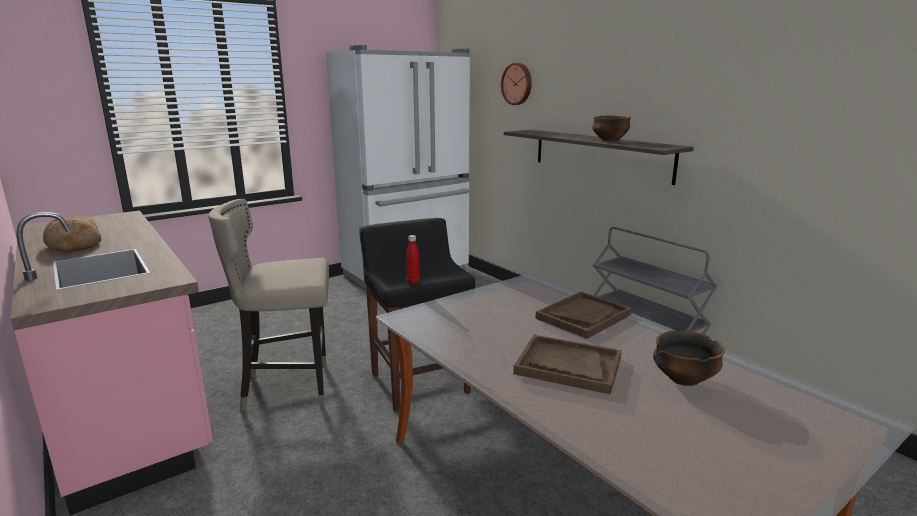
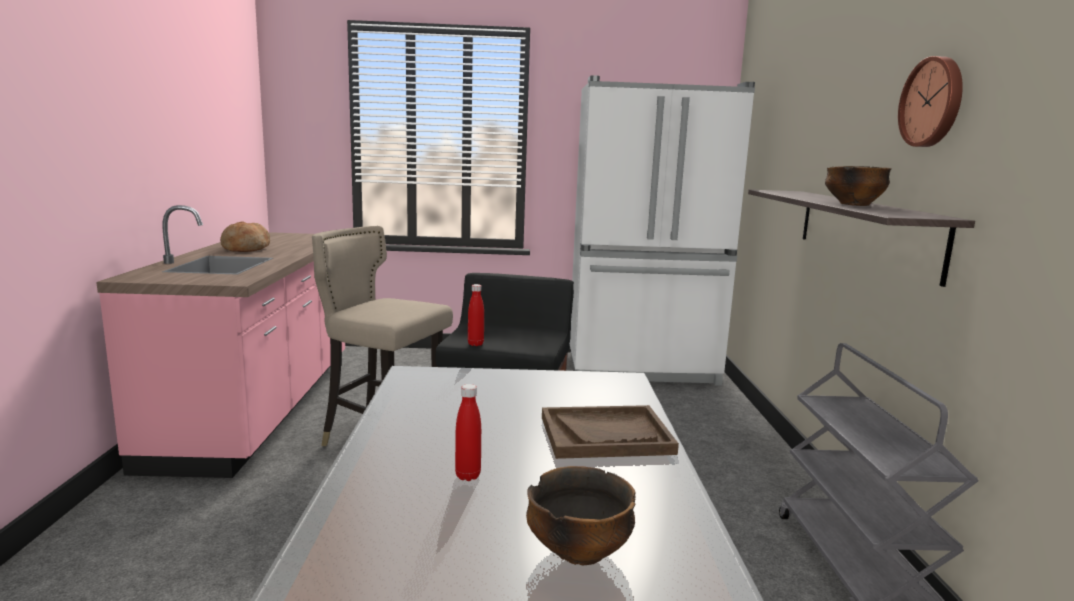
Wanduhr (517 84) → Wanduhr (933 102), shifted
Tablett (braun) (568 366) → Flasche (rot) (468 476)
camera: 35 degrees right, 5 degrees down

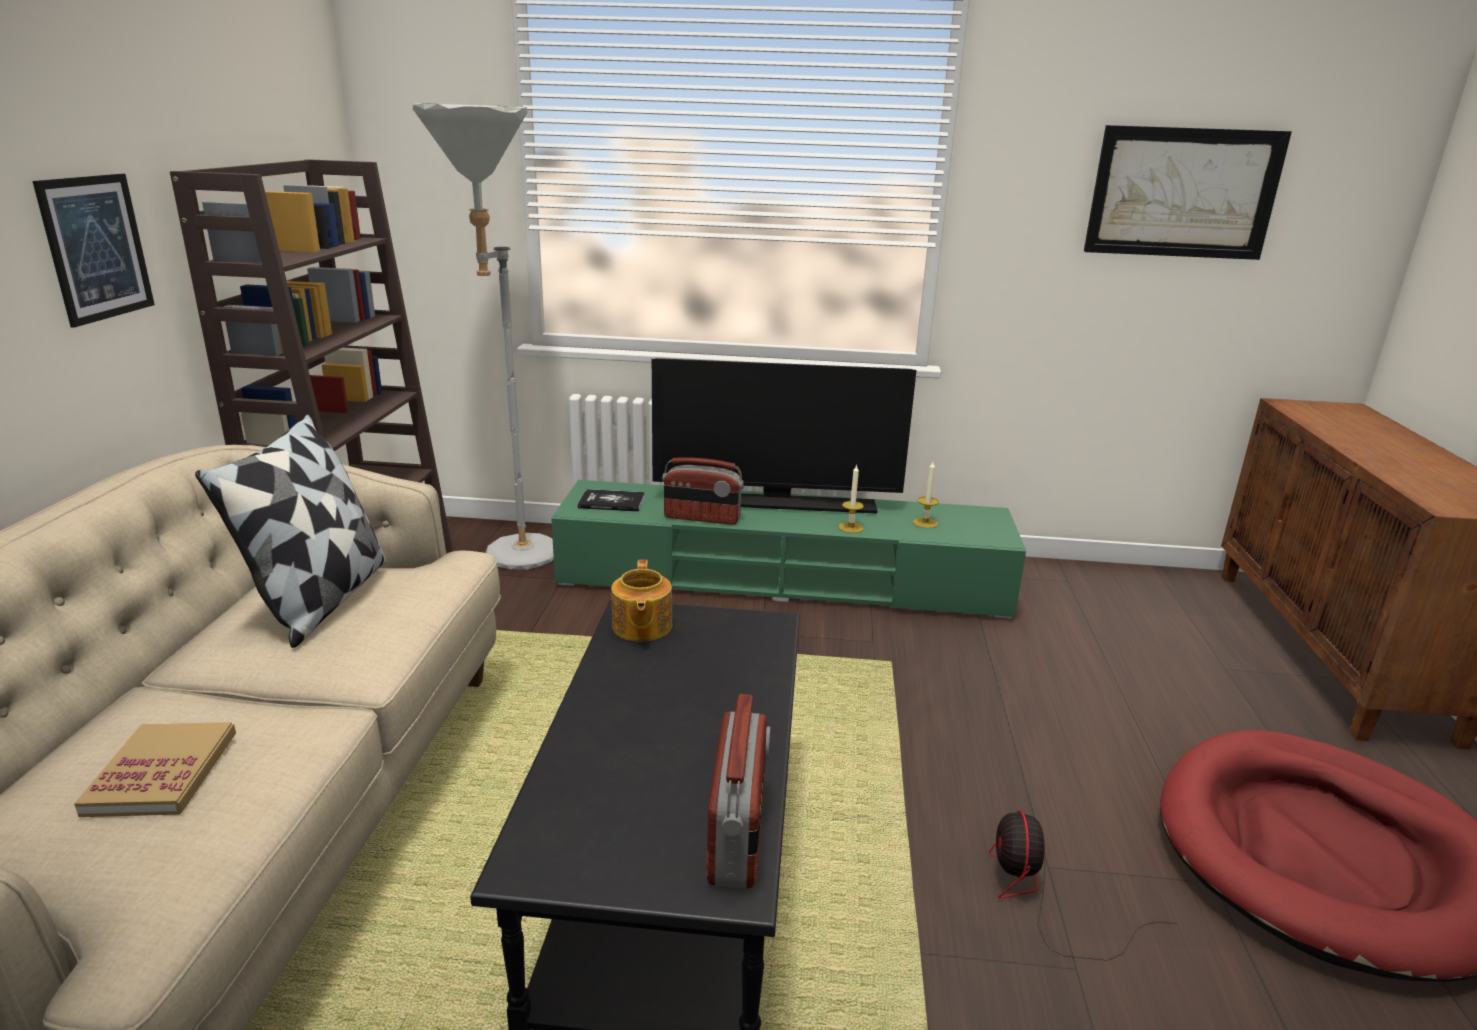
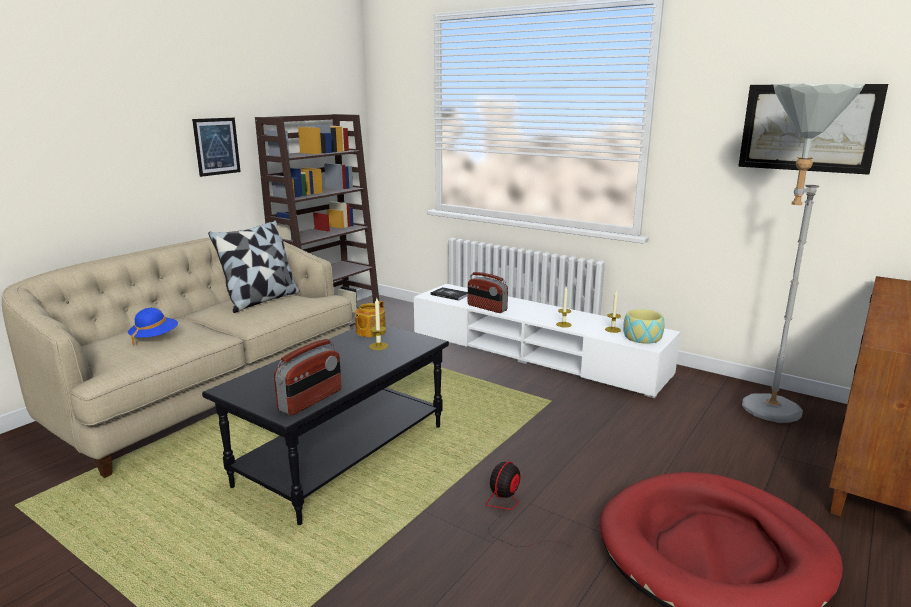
Buch (162 773) → Hut (blau) (155 338)
Stehlampe (grau) (511 560) → Stehlampe (grau) (763 412), shifted
Fernsehschrank (grün) (784 580) → Fernsehschrank (weiß) (535 354)
Fernseher (777 503) → -
- → Kerze (378 346)
- → Schüssel (642 337)
camera: 30 degrees right, 5 degrees down

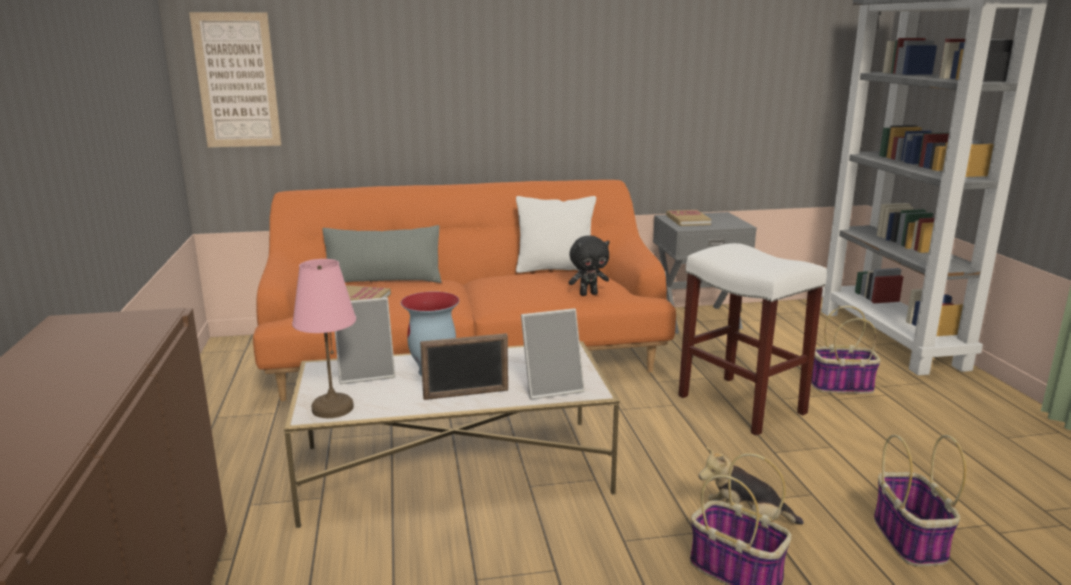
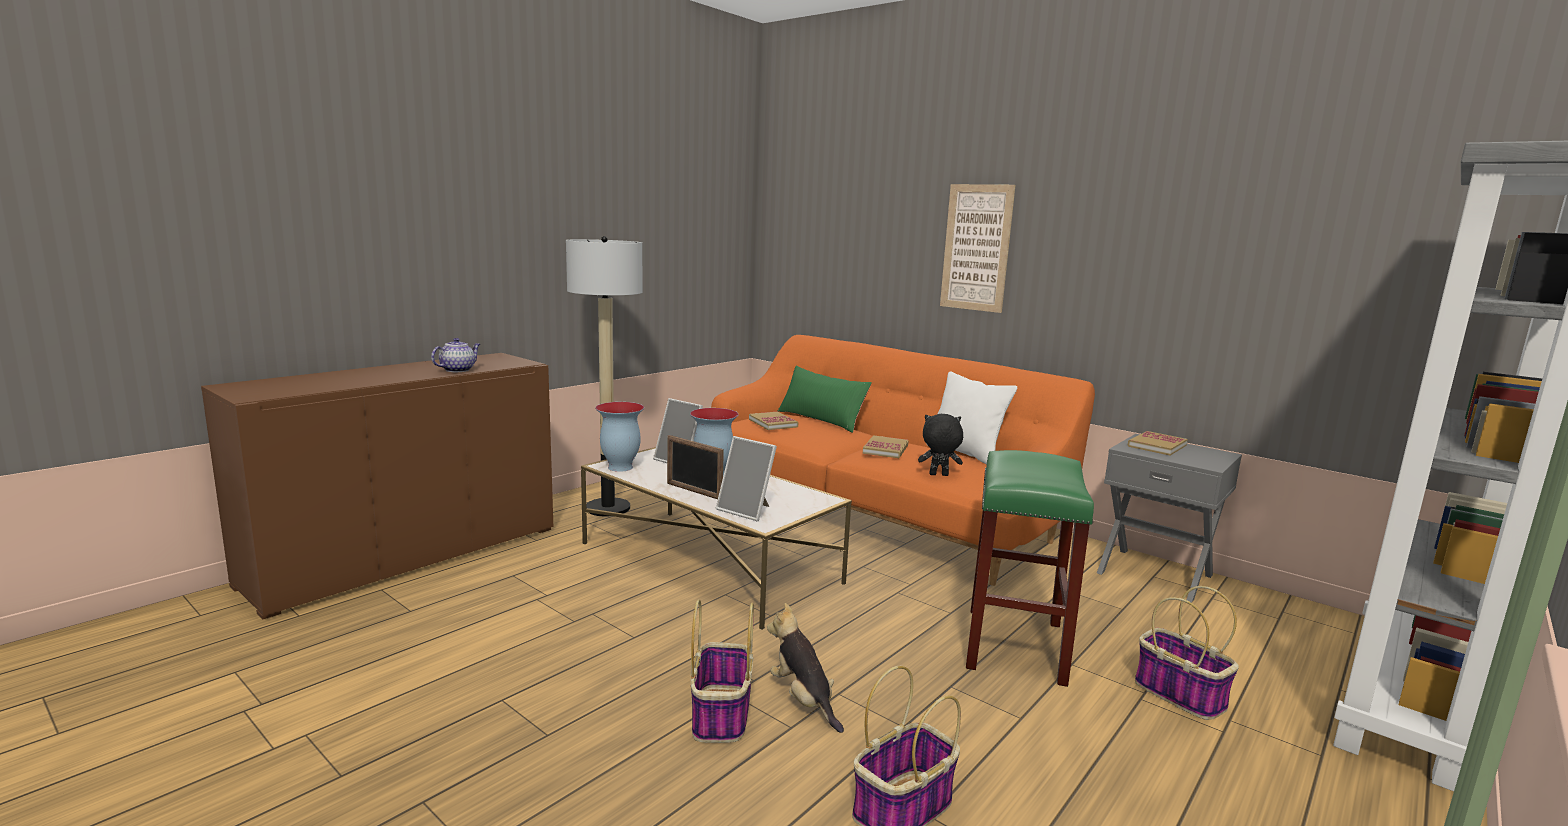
Bild (237 81) → Bild (976 248), shifted
Tischlampe (rosa) (332 409) → Vase (619 467)
Kissen (grau) (383 280) → Kissen (grün) (821 419)
Plüschtier (schwarz) (588 294) → Plüschtier (schwarz) (938 475), 150 degrees clockwise
Hocker (weiß) (743 405) → Hocker (grün) (1016 646)
- → Teekanne (458 370)
- → Stehlampe (607 508)
- → Buch (885 449)
camera: 50 degrees right, 5 degrees down

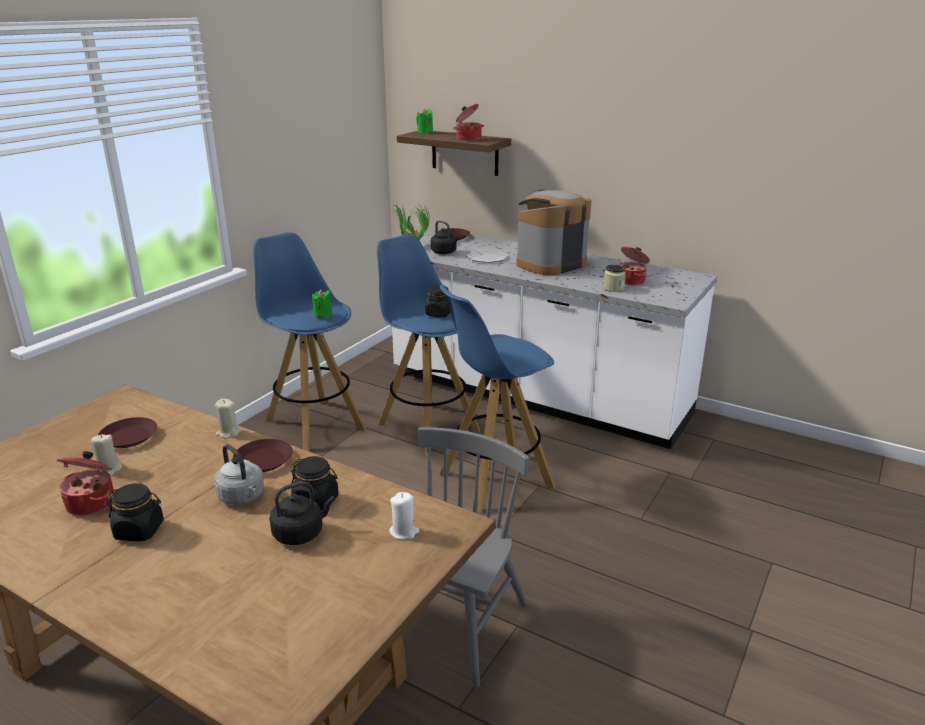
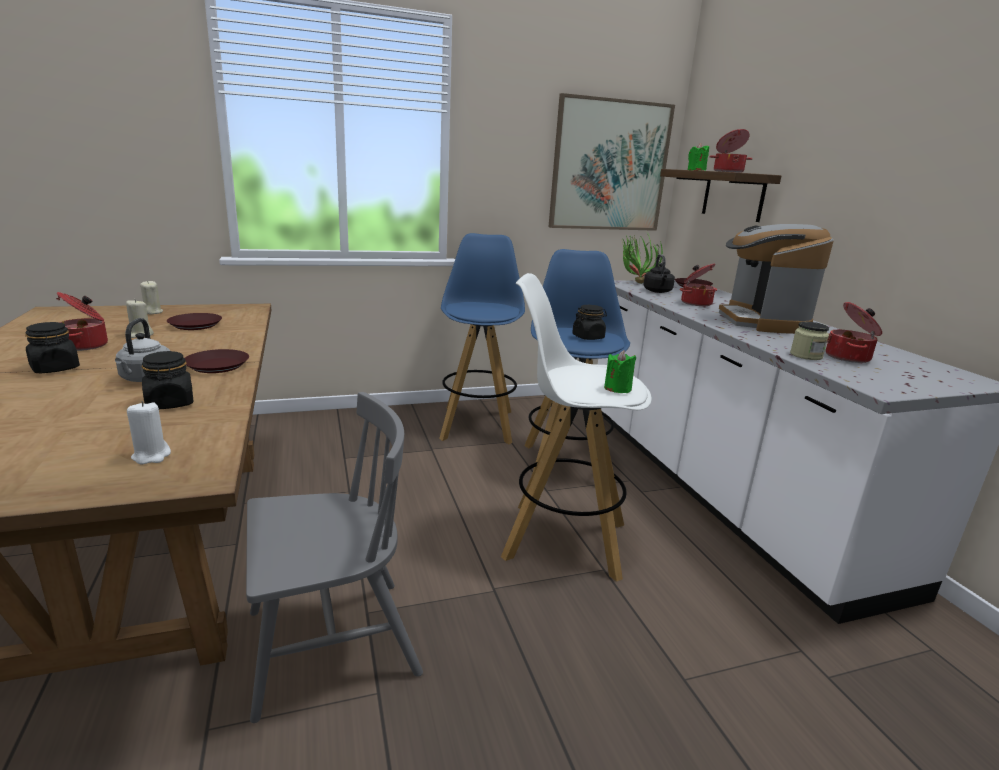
Kerze (beige) (228 433) → Kerze (beige) (152 312), shifted
Wasserkessel (schwarz) (301 533) → -
Kerze (grün) (323 315) → Kerze (grün) (617 389), shifted
Hocker (blau) (494 480) → Hocker (weiß) (563 540)
Teller (487 257) → Kochtopf (695 303)
Kaffeemaschine (550 264) → Kaffeemaschine (761 321), 90 degrees counterclockwise
- → Bild (609 166)
camera: 40 degrees right, 5 degrees down

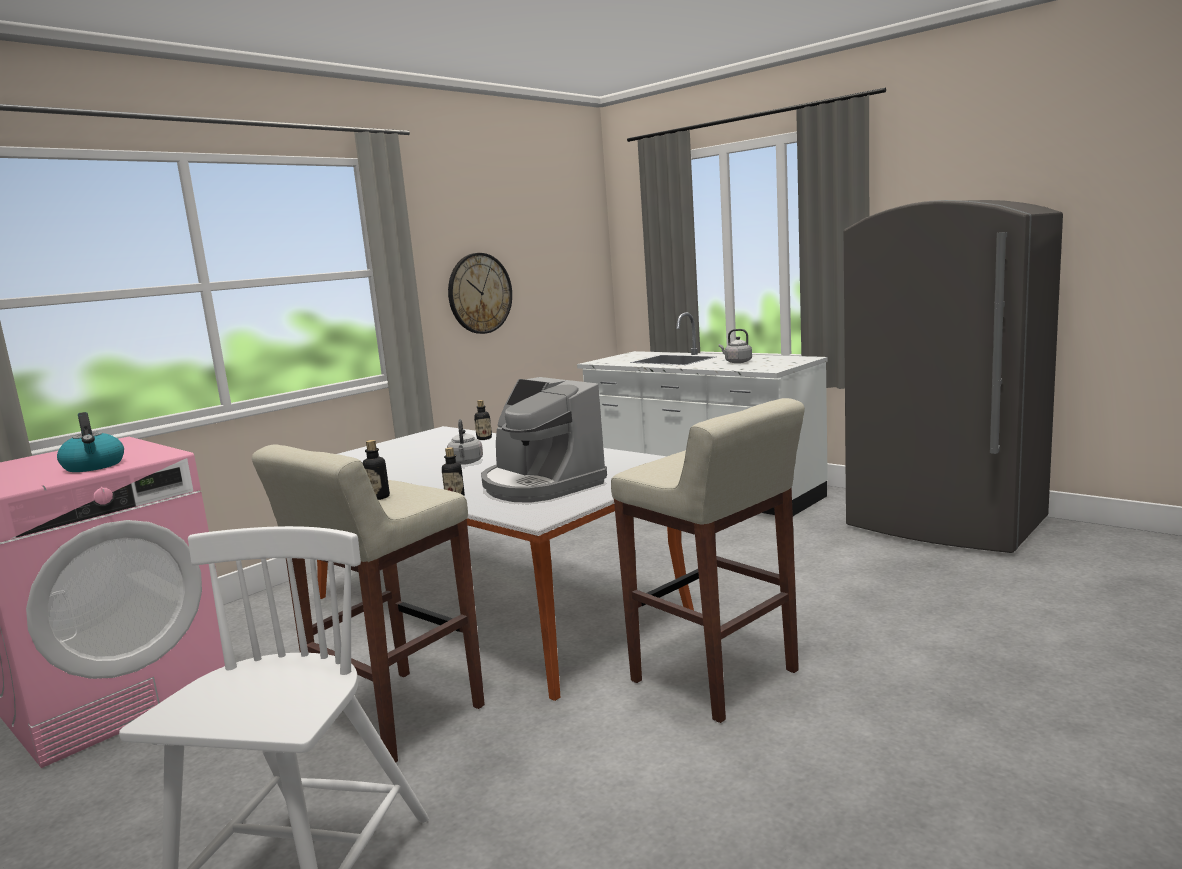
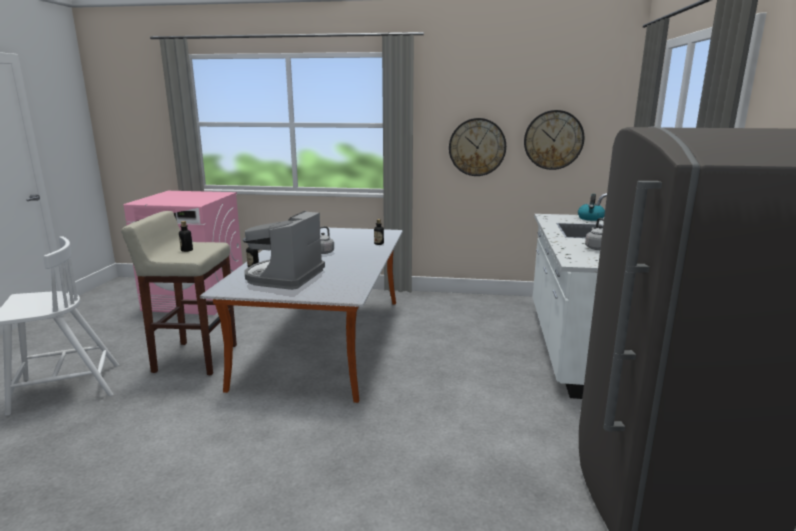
Wasserkessel (94 466) → Wasserkessel (590 218), shifted
Hocker (beige) (716 677) → -
- → Wanduhr (553 140)
camera: 55 degrees right, 5 degrees up

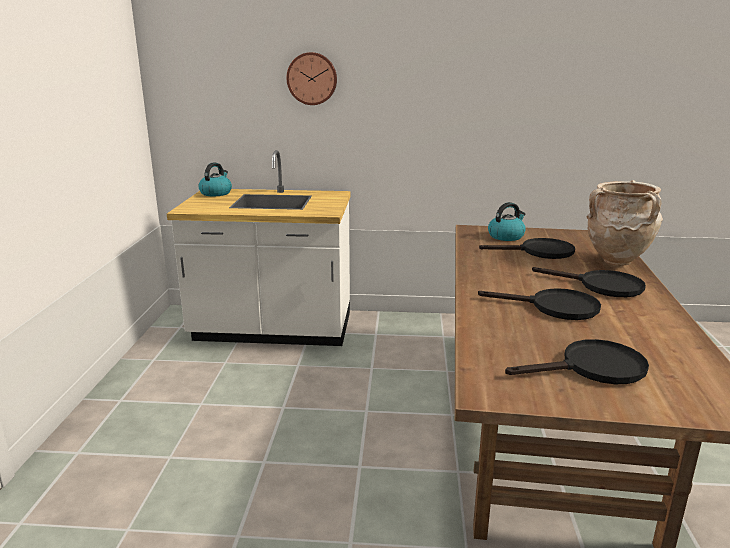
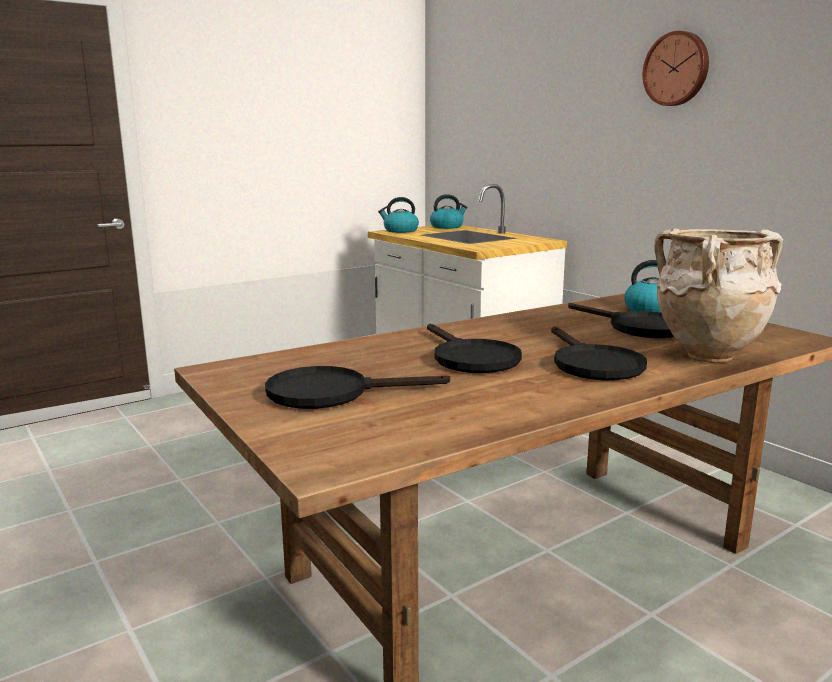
Wanduhr (312 78) → Wanduhr (677 69), shifted
Pfanne (schwarz) (593 368) → Pfanne (schwarz) (332 393), 135 degrees clockwise
- → Wasserkessel (400 231)
camera: 50 degrees right, 5 degrees down

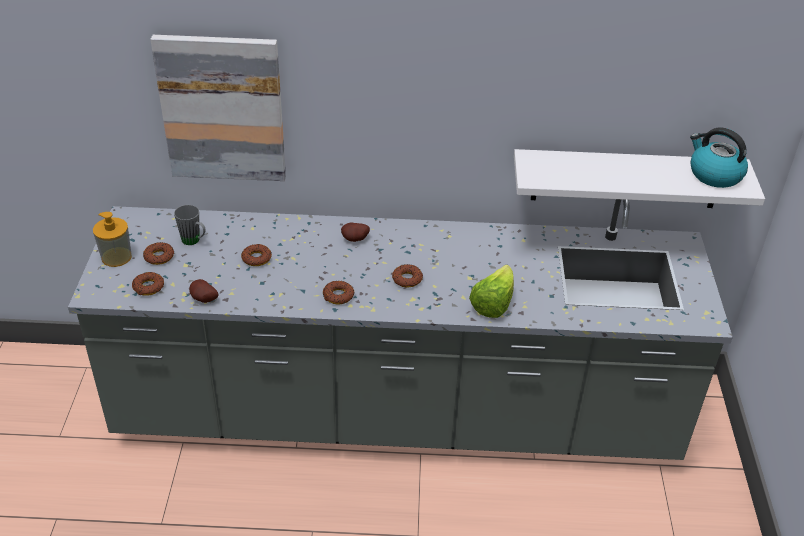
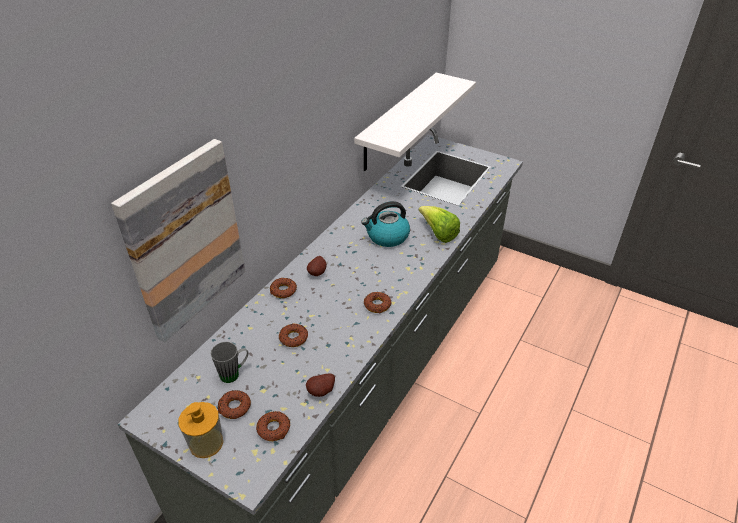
Donut (407 279) → Donut (283 291), shifted
Wasserkessel (714 174) → Wasserkessel (387 236), shifted
camera: 60 degrees left, 0 degrees up

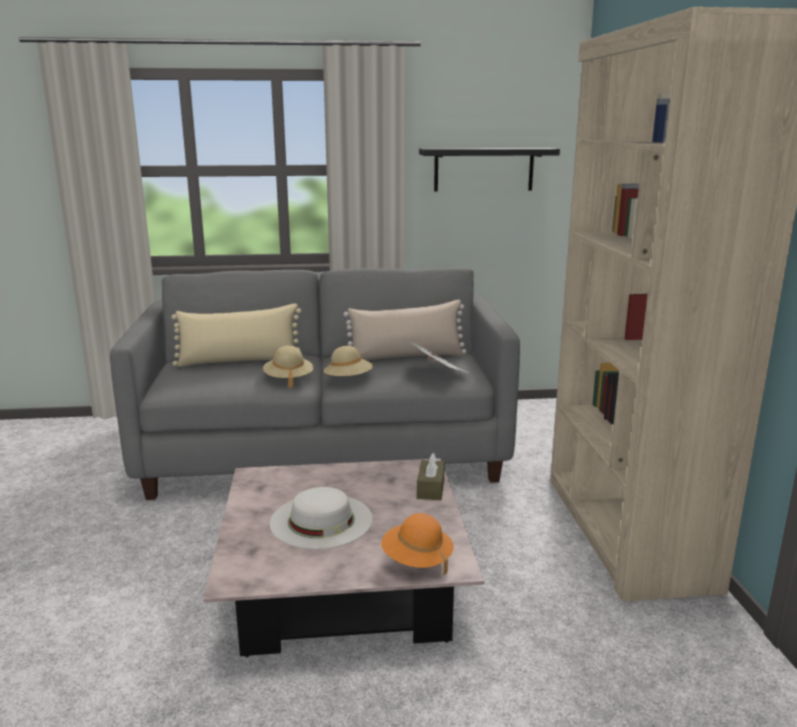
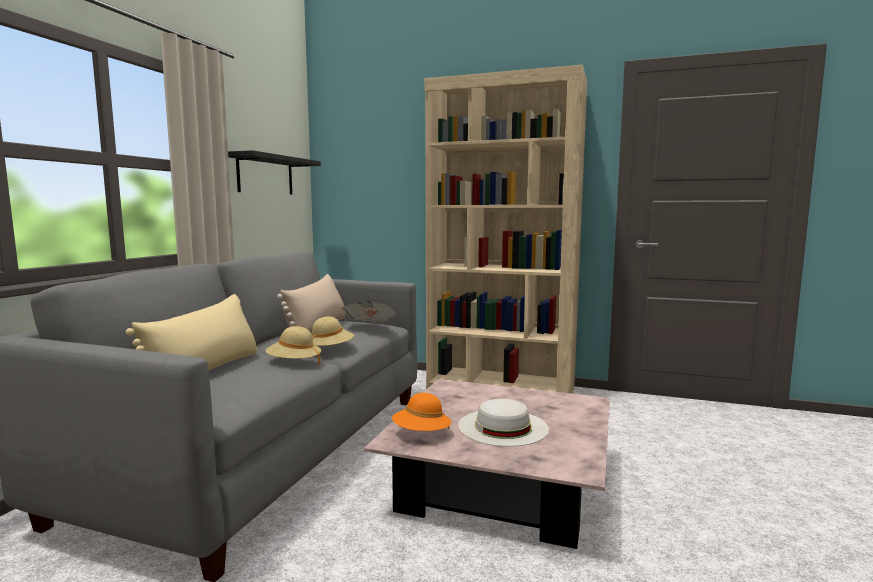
Hut (orange) (417 560) → Hut (orange) (421 434), shifted
Taschentuchbox (braun) (431 488) → -
camera: 65 degrees left, 10 degrees down

